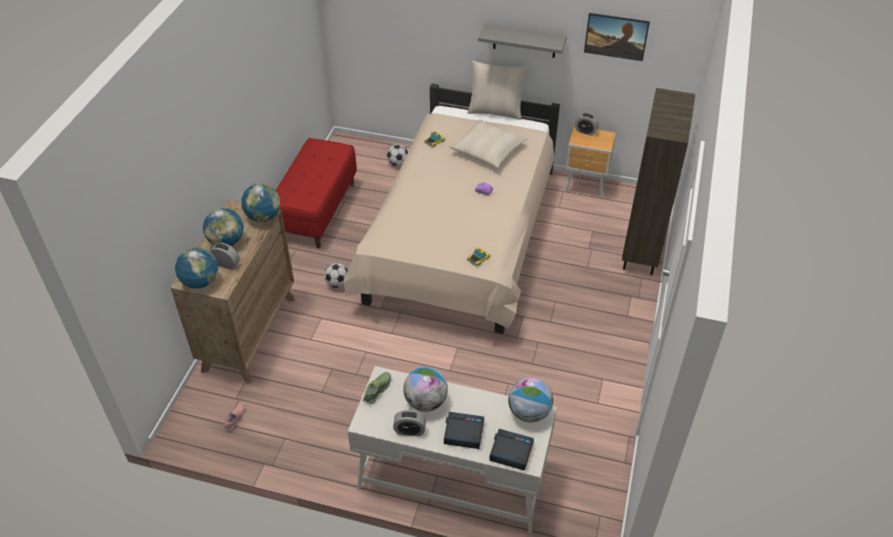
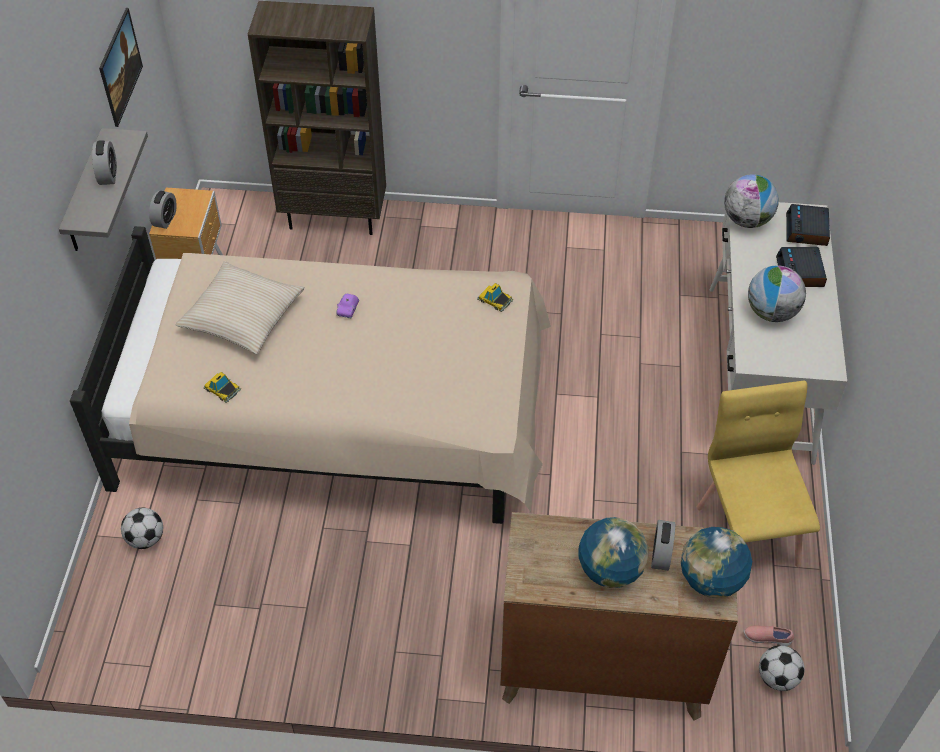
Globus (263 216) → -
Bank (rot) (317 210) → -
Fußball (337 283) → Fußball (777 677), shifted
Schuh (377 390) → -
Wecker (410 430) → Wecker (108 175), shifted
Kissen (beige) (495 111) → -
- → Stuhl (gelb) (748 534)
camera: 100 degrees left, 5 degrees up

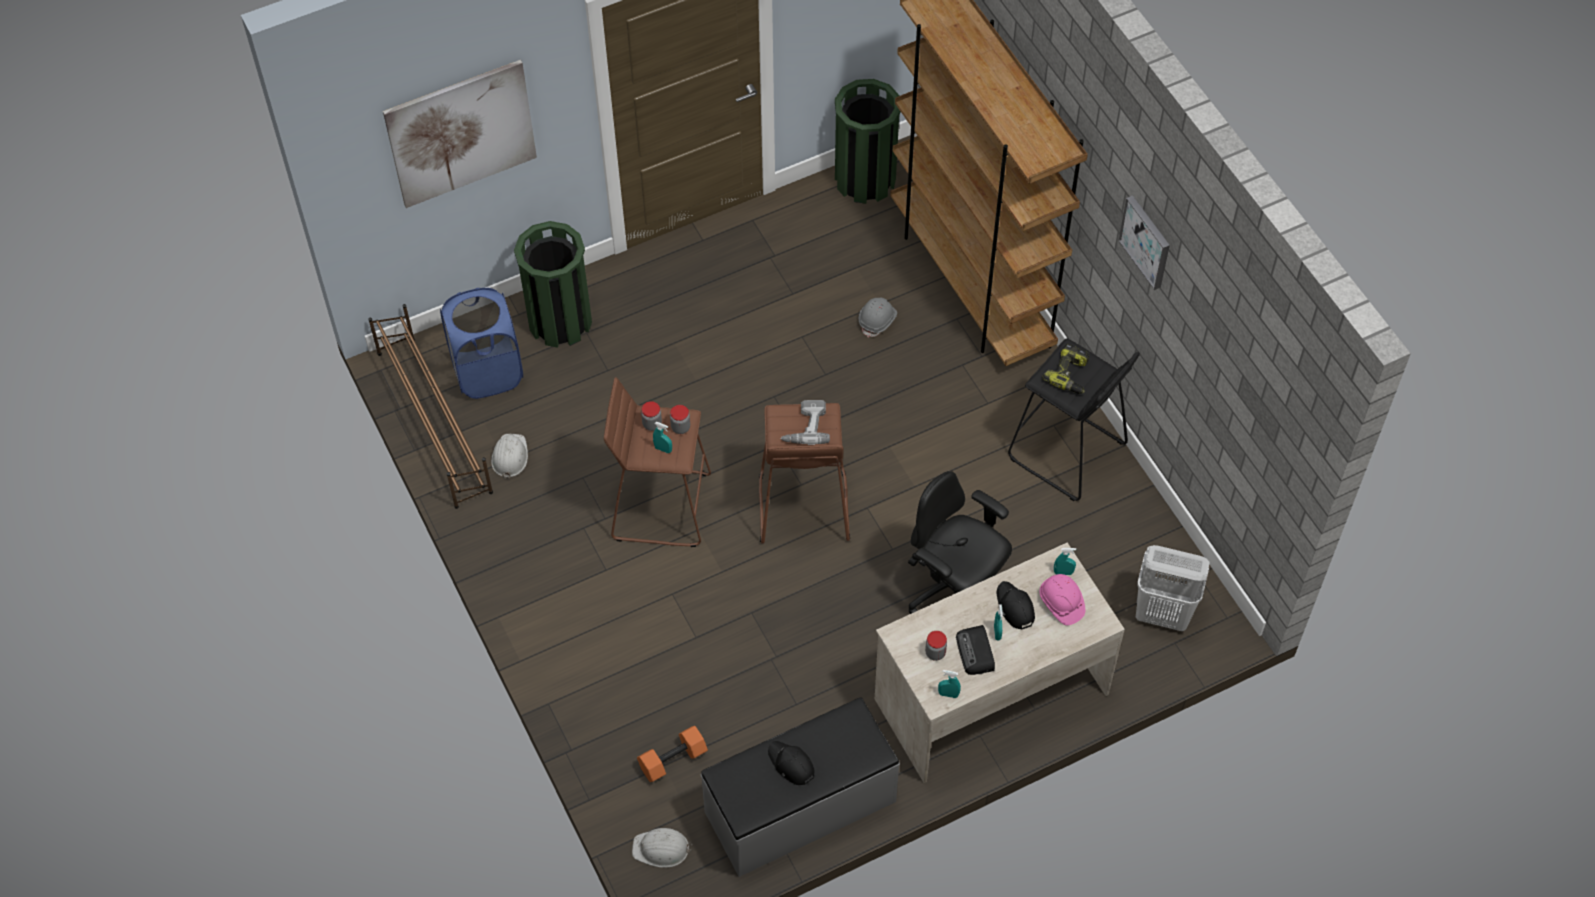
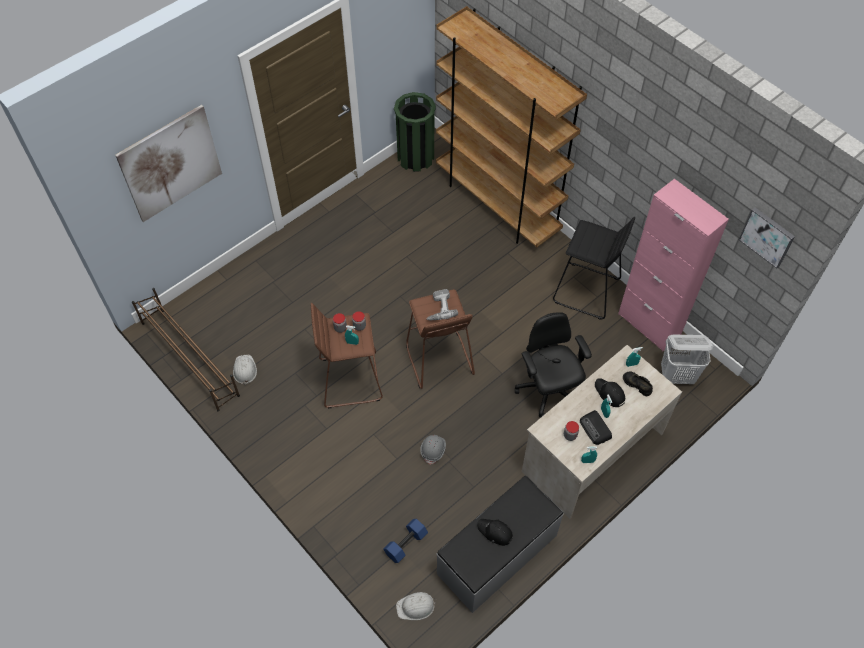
Wäschekorb (blau) (488 372) → -
Mülleimer (grün) (560 321) → -
Hantel (orange) (673 761) → Hantel (blau) (406 544)
Schutzhelm (grau) (878 320) → Schutzhelm (grau) (433 450), shifted
Bürostuhl (schwarz) (953 590) → Bürostuhl (schwarz) (547 391), 45 degrees clockwise
Schutzhelm (rosa) (1061 603) → Schuh (schwarz) (637 384)
Bohrmaschine (1070 375) → -
Bild (1146 241) → Bild (767 236), shifted
- → Schrank (rosa) (649 325)
camera: 15 degrees left, 0 degrees up

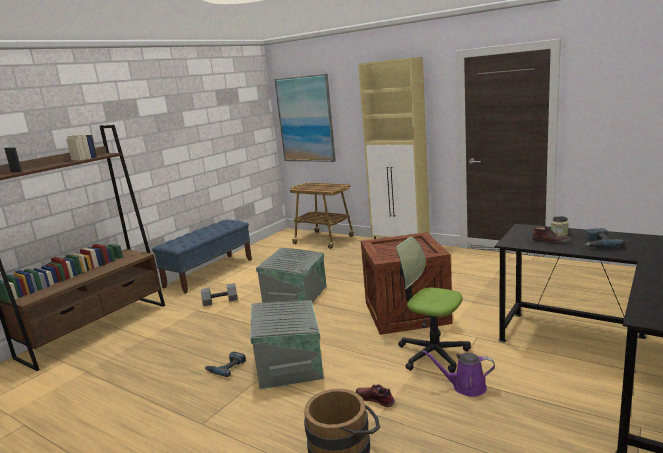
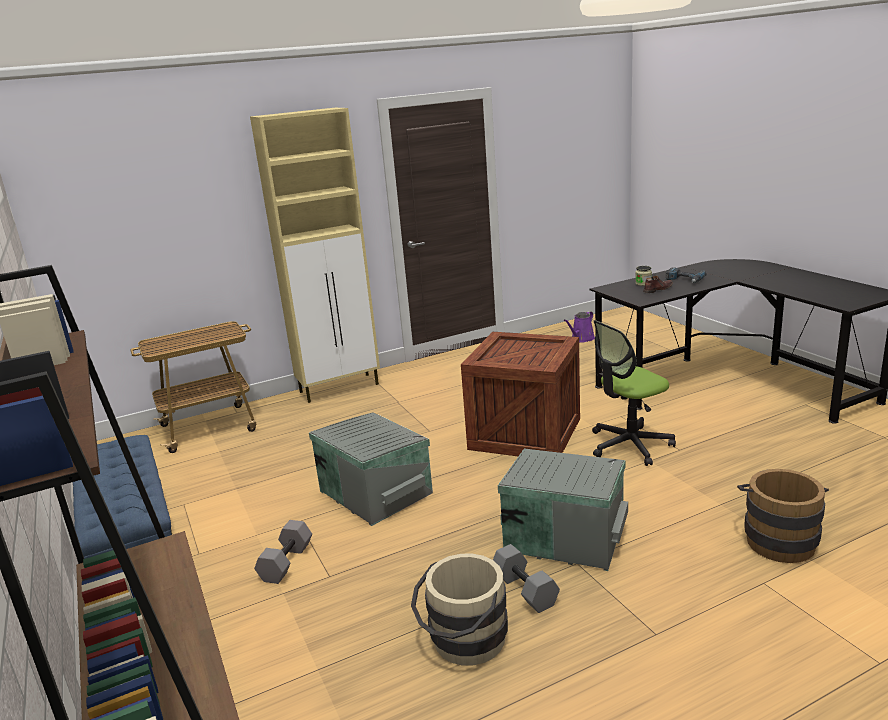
Bohrmaschine (226 367) → Hantel (grau) (523 590)
Bild (305 119) → -
Schuh (376 399) → -
Gießkanne (lila) (465 387) → Gießkanne (lila) (581 339), shifted
- → Eimer (beige) (463 643)
camera: 60 degrees left, 5 degrees up

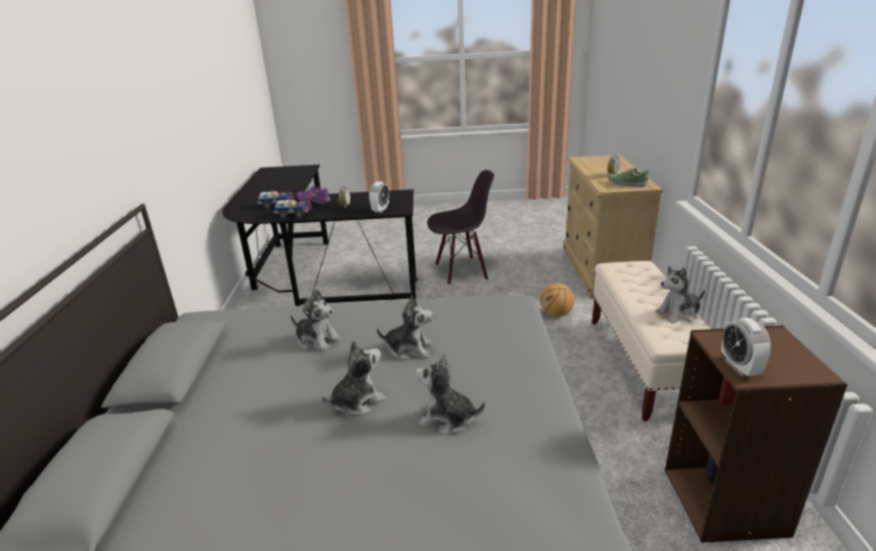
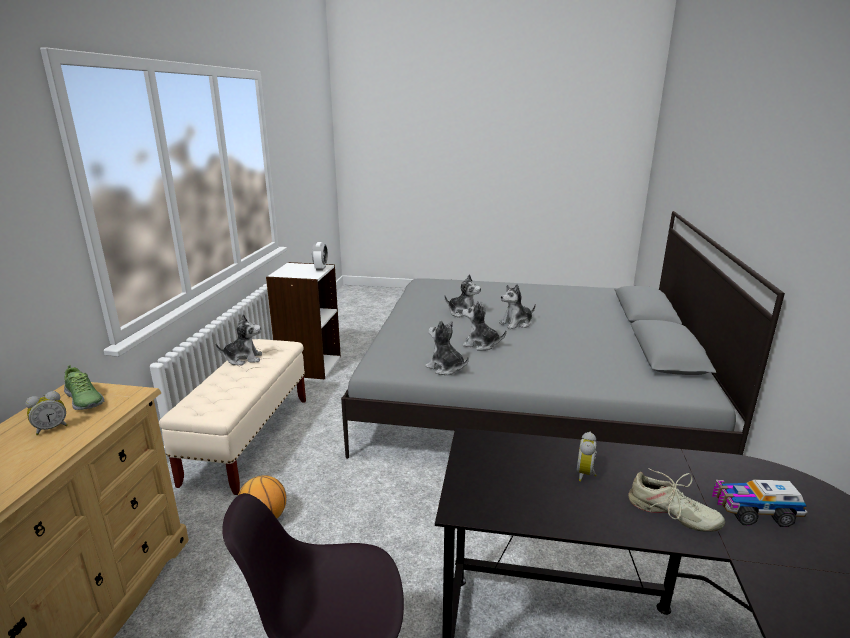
Spielzeuglaster (294 215) → -
Plüschtier (317 340) → Plüschtier (445 368), shifted
Schuh (lila) (314 201) → Schuh (beige) (672 514)
Wecker (380 210) → -
Bücherregal (braun) (726 501) → Bücherregal (weiß) (309 365)
camera: 170 degrees left, 5 degrees down

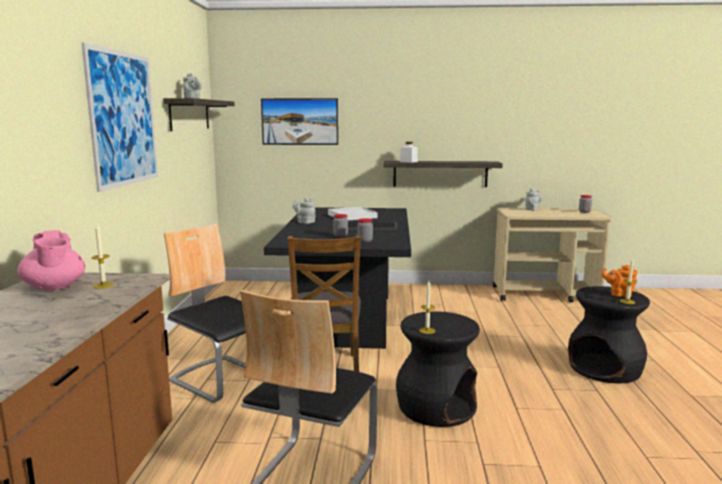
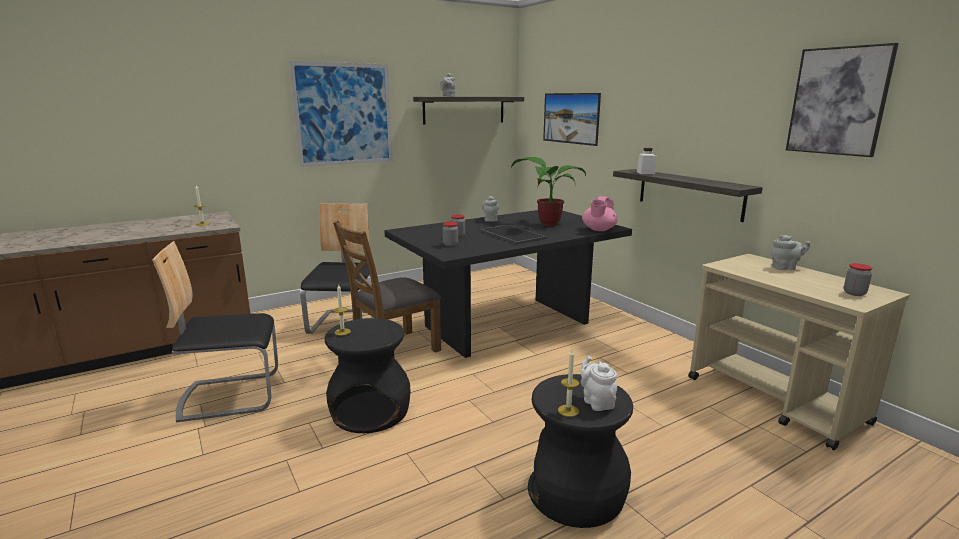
Teekanne (rosa) (54 287) → Teekanne (rosa) (598 230), shifted
Tablett (weiß) (352 216) → Topfpflanze (545 224)
Teekanne (orange) (619 294) → Teekanne (weiß) (597 402)
- → Bild (838 101)
camera: 55 degrees right, 5 degrees up

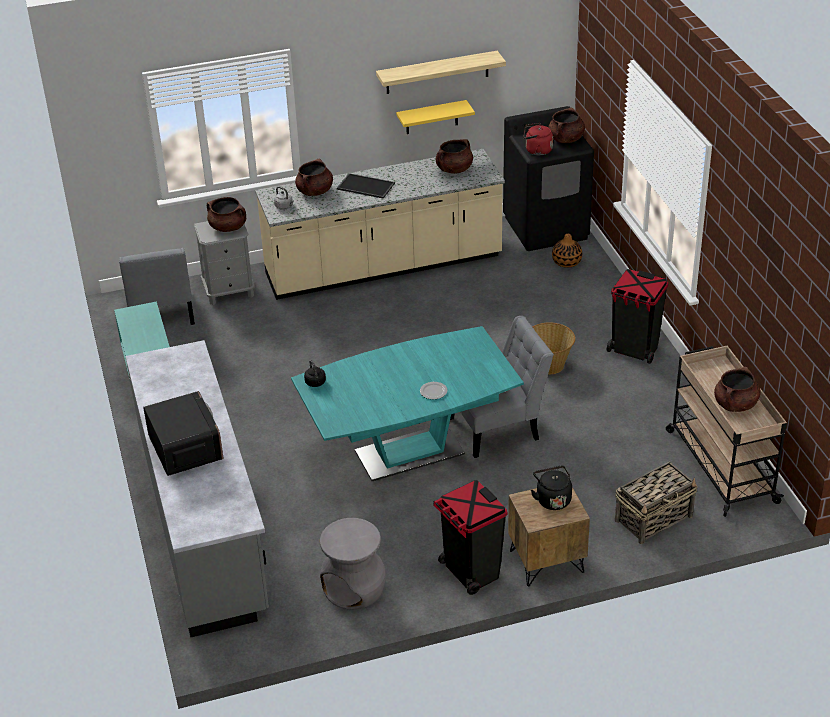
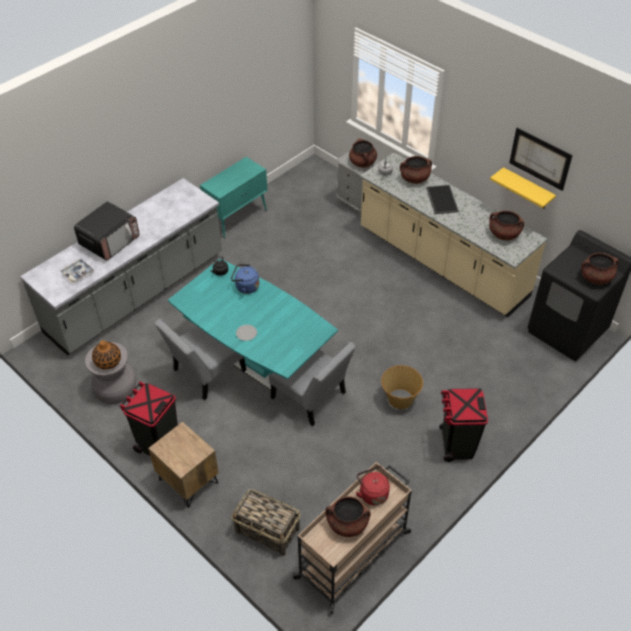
Stuhl (grau) (161 314) → Stuhl (grau) (206 373), shifted
Wandregal (437 72) → Bild (540 159)
Wasserkessel (rot) (536 150) → Wasserkessel (rot) (372 493), shifted
Wasserkessel (schwarz) (552 499) → -
Vase (566 262) → Vase (108 361), shifted
- → Tablett (78 273)
- → Wasserkessel (blau) (245 287)
camera: 60 degrees right, 10 degrees up

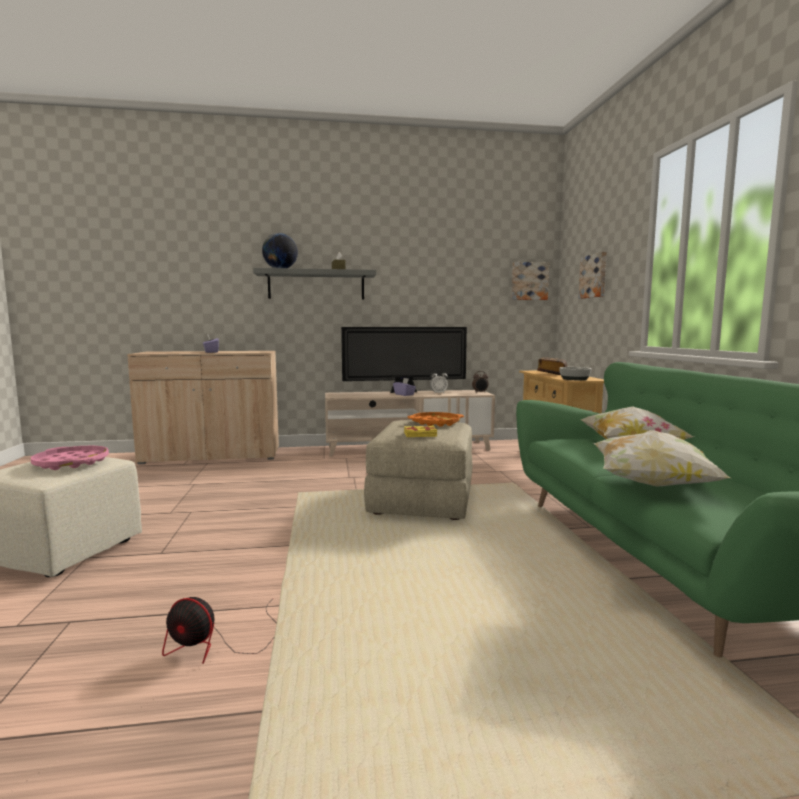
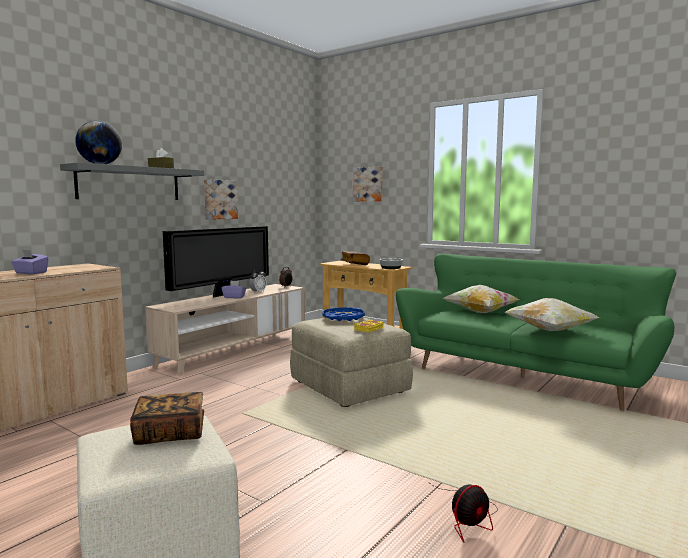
Tablett (rosa) (71 463) → Buch (170 433)
Tablett (orange) (435 423) → Tablett (blau) (343 318)
Bild (529 281) → Bild (220 199), shifted
camera: 45 degrees left, 0 degrees up

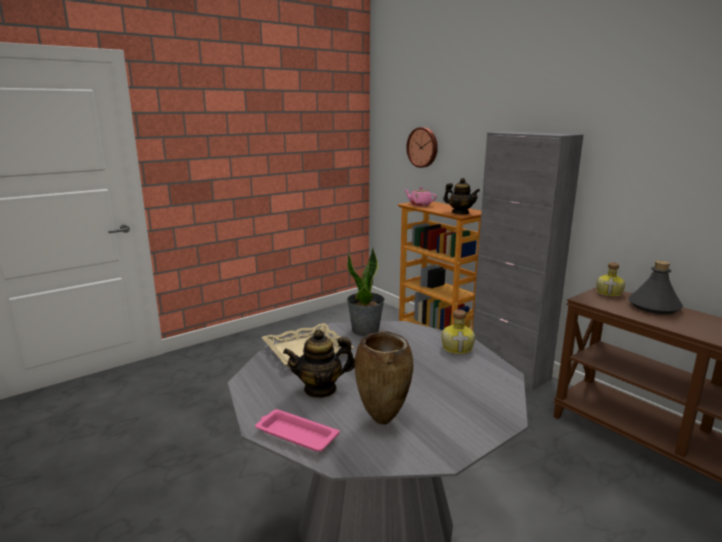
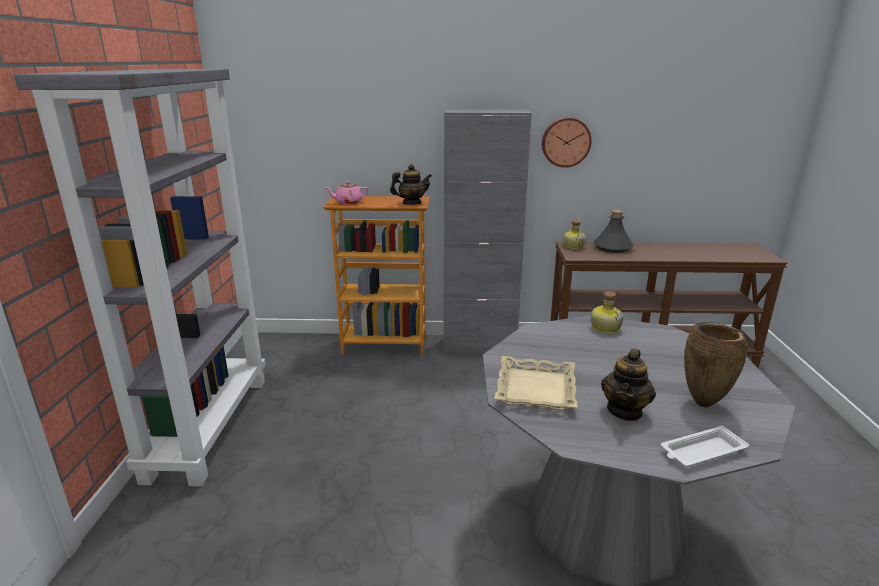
Tablett (rosa) (295 434) → Tablett (weiß) (701 452)
Topfpflanze (365 330) → -
Wanduhr (423 147) → Wanduhr (565 142), shifted
- → Bücherregal (grau) (209 425)
camera: 50 degrees left, 5 degrees up

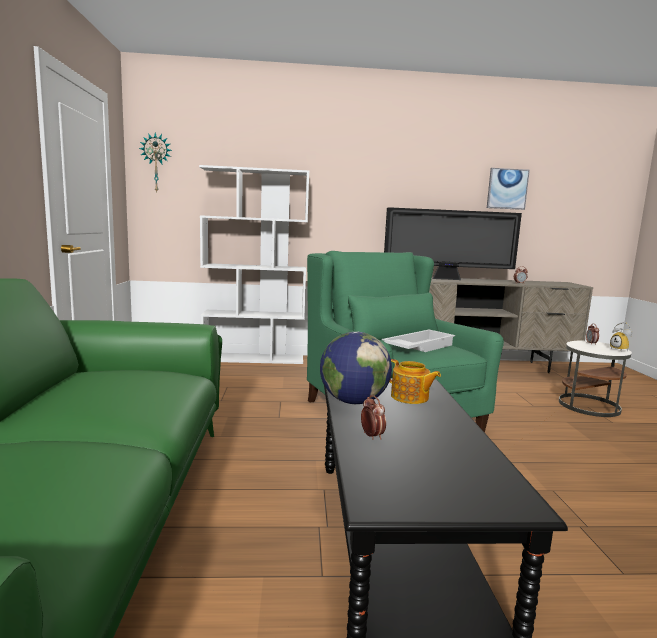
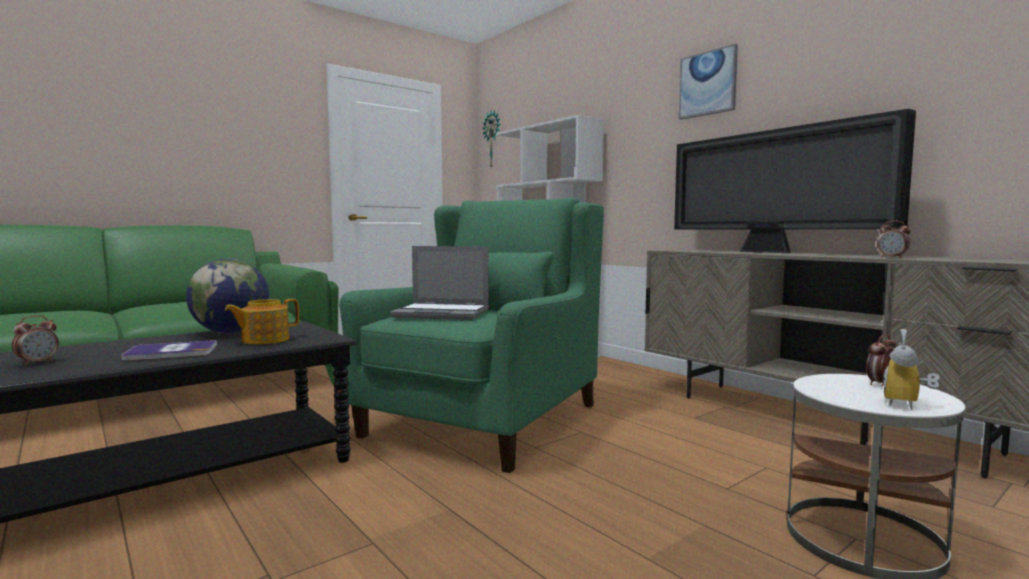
Wecker (372 436) → Wecker (37 362), shifted
Tablett (weiß) (418 347) → Laptop (443 314)
Teekanne (410 397) → Teekanne (264 340), 45 degrees clockwise
Bild (507 189) → Bild (708 83), shifted
- → Buch (171 352)
camera: 55 degrees right, 5 degrees down

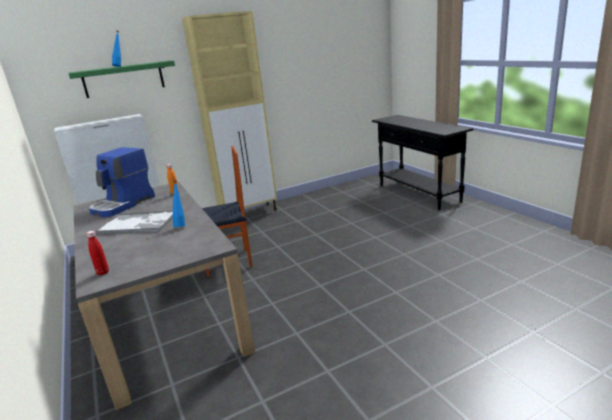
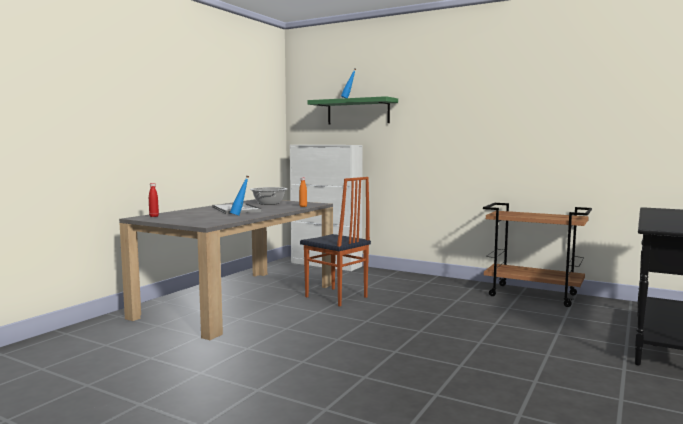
Kaffeemaschine (123 204) → Kochtopf (269 203)
Schrank (beige) (249 213) → -
- → Rollwagen (braun) (533 295)
camera: 55 degrees right, 15 degrees down

